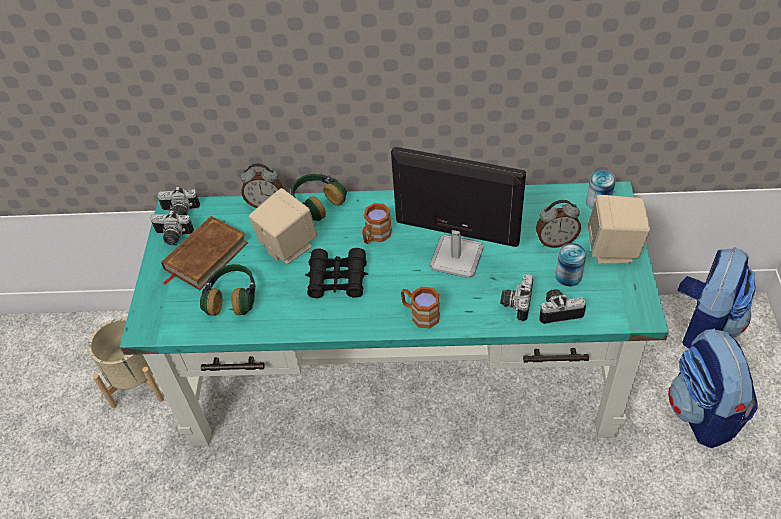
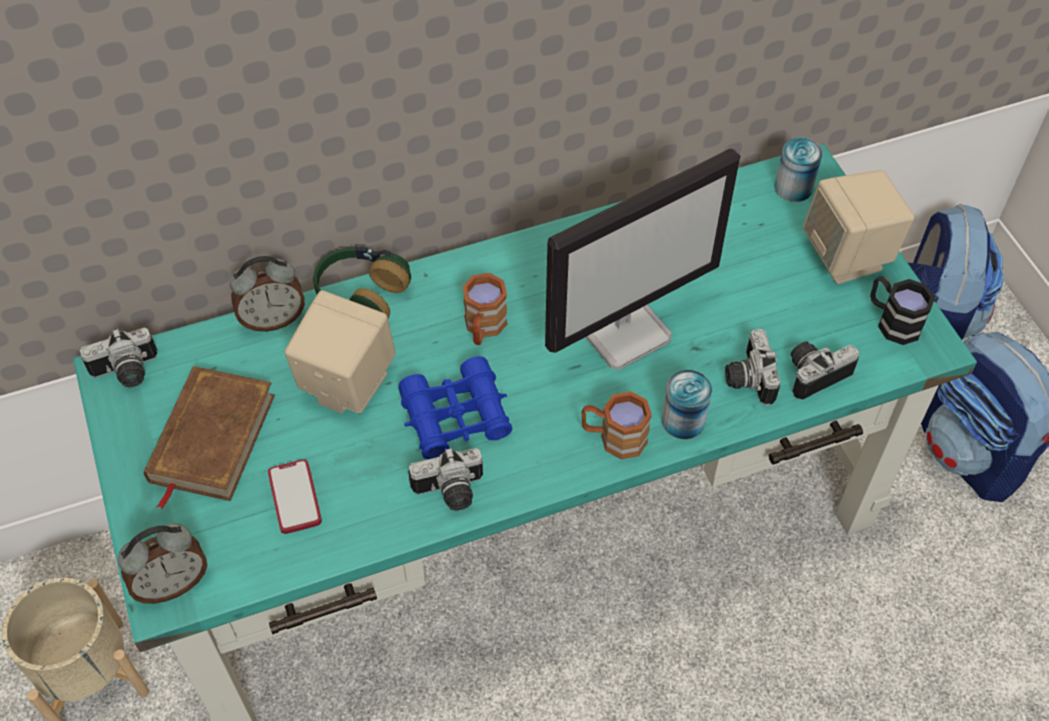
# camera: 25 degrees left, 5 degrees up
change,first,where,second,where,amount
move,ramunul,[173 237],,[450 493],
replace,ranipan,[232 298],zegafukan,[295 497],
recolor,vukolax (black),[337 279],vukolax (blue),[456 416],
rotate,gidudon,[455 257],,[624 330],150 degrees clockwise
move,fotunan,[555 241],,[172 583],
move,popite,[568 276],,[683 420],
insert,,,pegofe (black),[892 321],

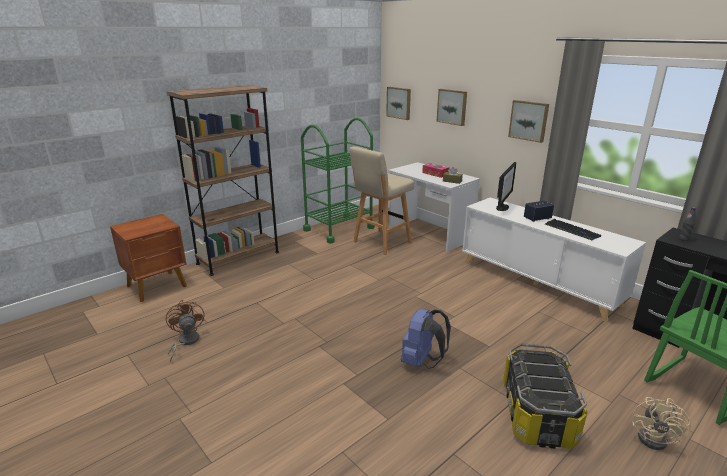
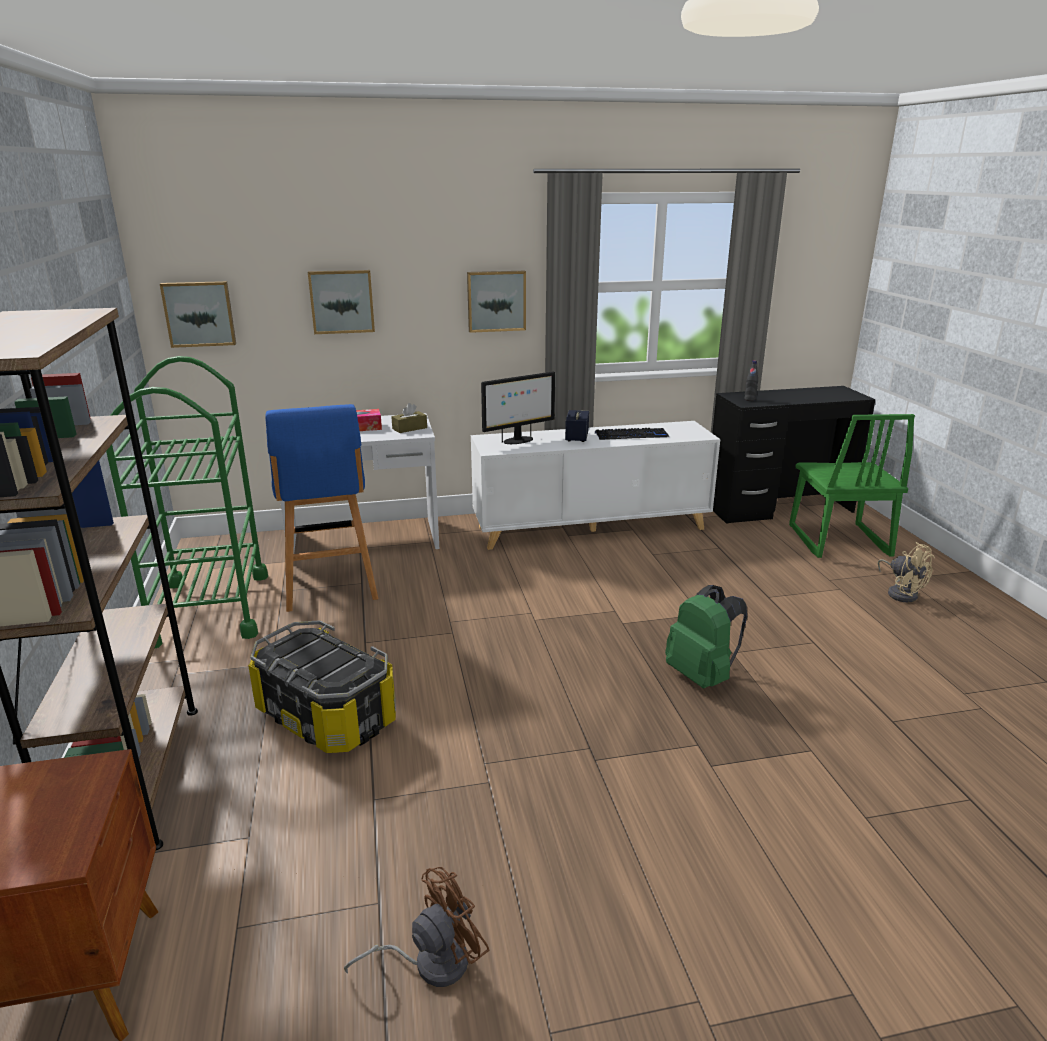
# camera: 60 degrees left, 0 degrees up
change,first,where,second,where,amount
rotate,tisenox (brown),[185 342],,[430 962],135 degrees clockwise
recolor,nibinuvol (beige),[380 243],nibinuvol (blue),[330 588],
recolor,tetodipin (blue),[422 362],tetodipin (green),[702 676],
rotate,gidudon,[502 208],,[518 441],90 degrees clockwise
move,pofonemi,[536 413],,[325 716],

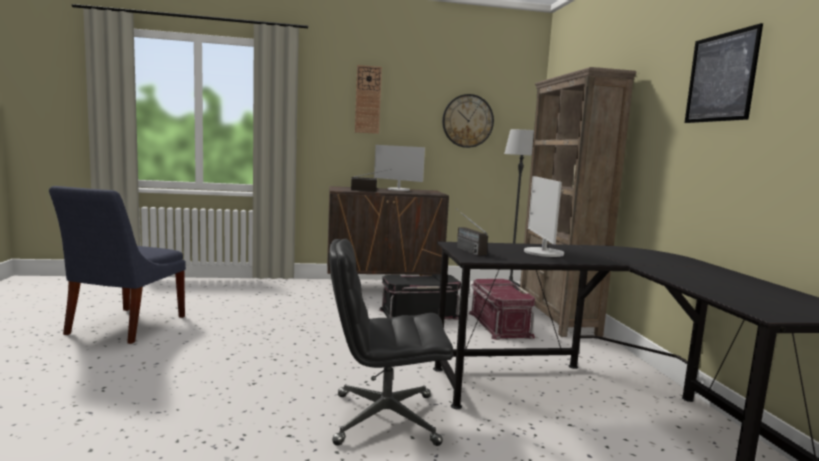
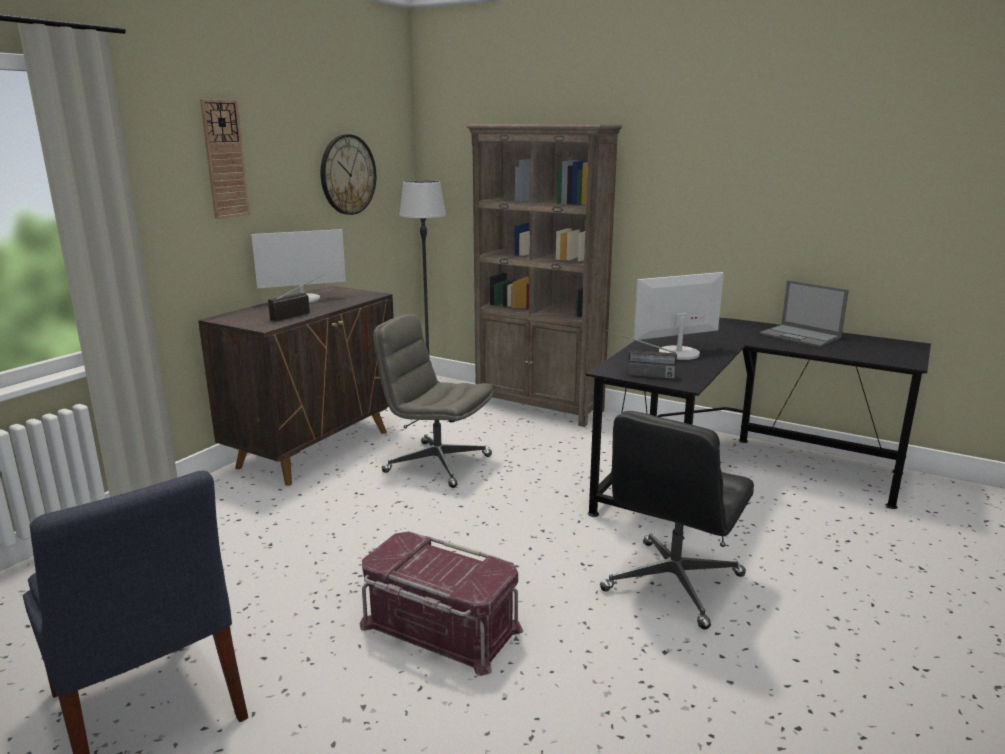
# camera: 50 degrees left, 10 degrees up
change,first,where,second,where,amount
replace,pofonemi (black),[419 313],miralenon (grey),[436 464],
move,pofonemi (red),[498 325],,[439 628],
rotate,gidudon,[543 252],,[678 353],120 degrees clockwise
delete,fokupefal,[721 77],,,
insert,,,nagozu,[801 336],

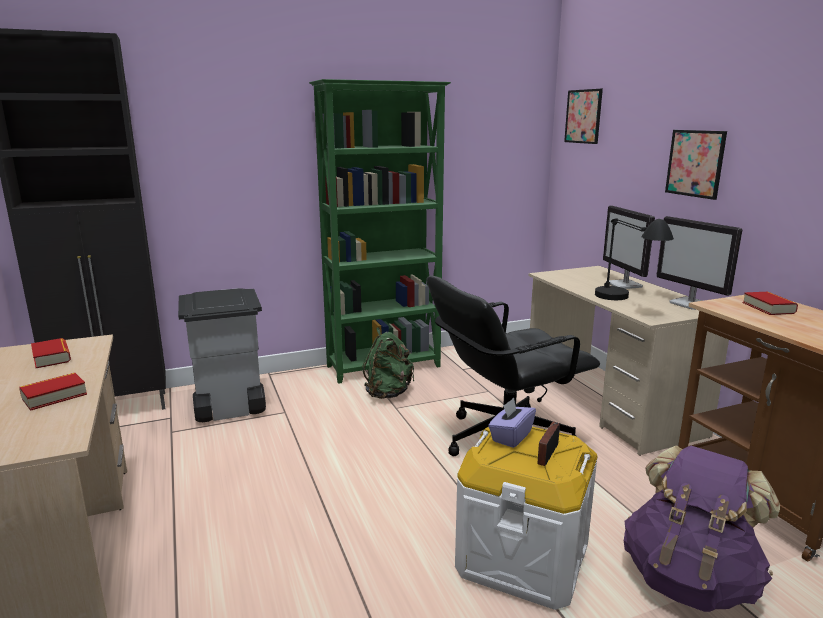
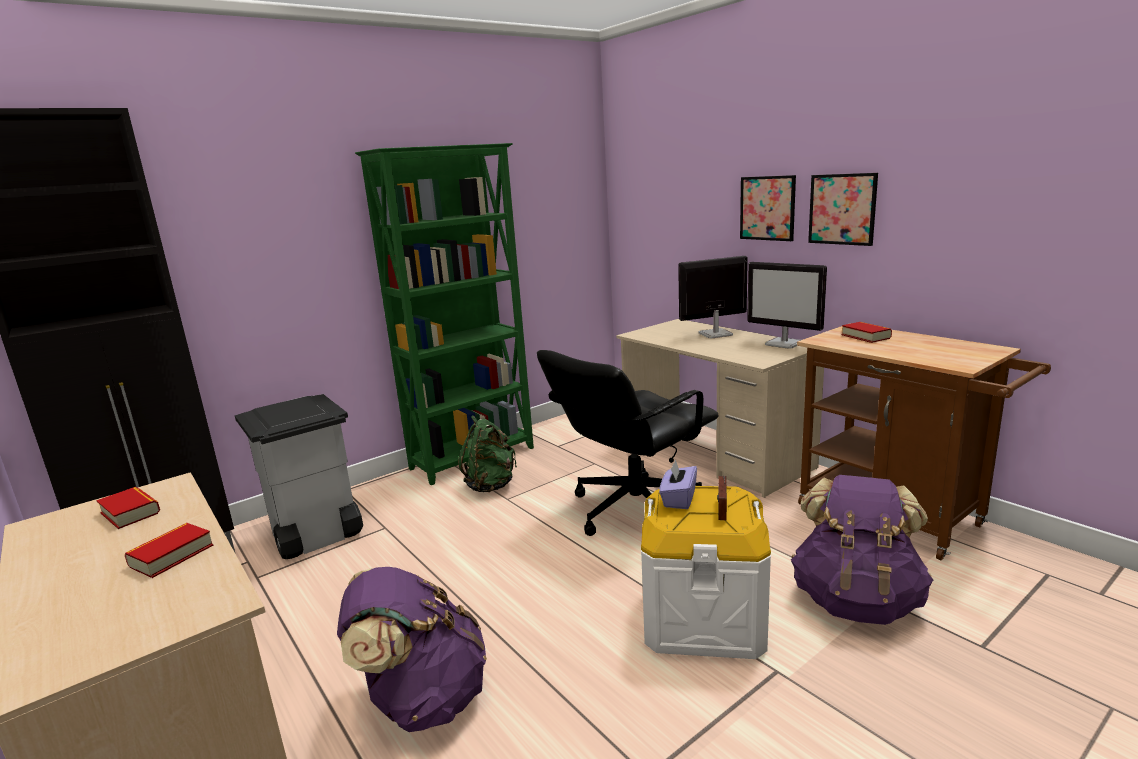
# camera: 15 degrees left, 0 degrees up
change,first,where,second,where,amount
move,fokupefal,[583 116],,[842 209],
delete,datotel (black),[625 304],,,
rotate,gidudon,[624 285],,[714 334],105 degrees clockwise
insert,,,tetodipin (purple),[422 699],

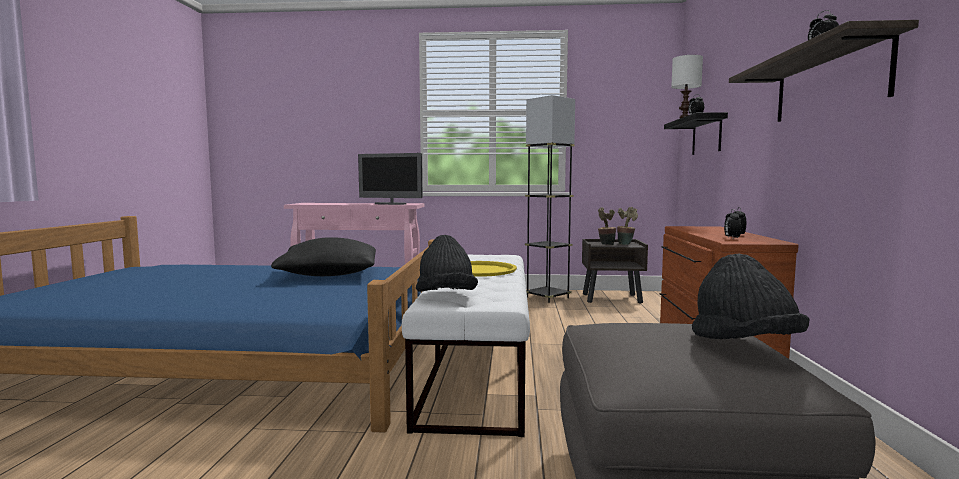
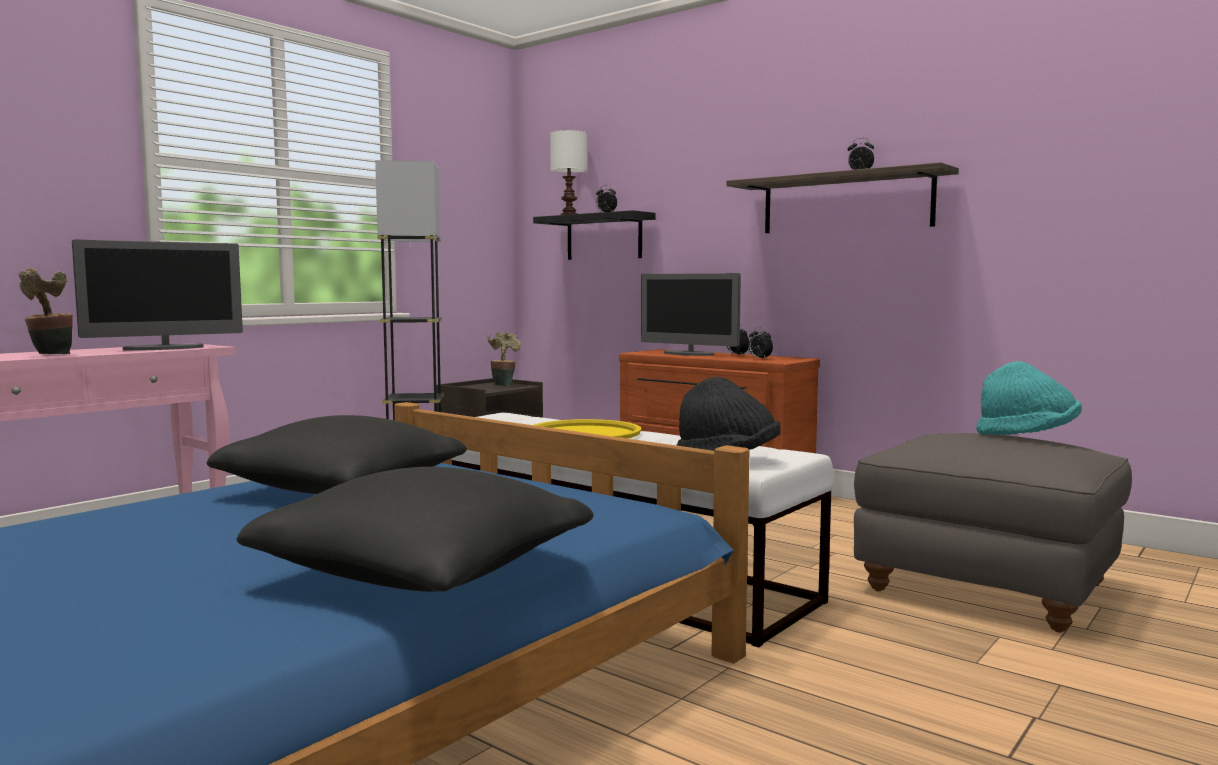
# camera: 55 degrees left, 0 degrees up
change,first,where,second,where,amount
move,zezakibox,[605 245],,[49 355],
recolor,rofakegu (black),[743 345],rofakegu (turquoise),[1027 435],
insert,,,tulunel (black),[424 573],
insert,,,gidudon,[688 354],

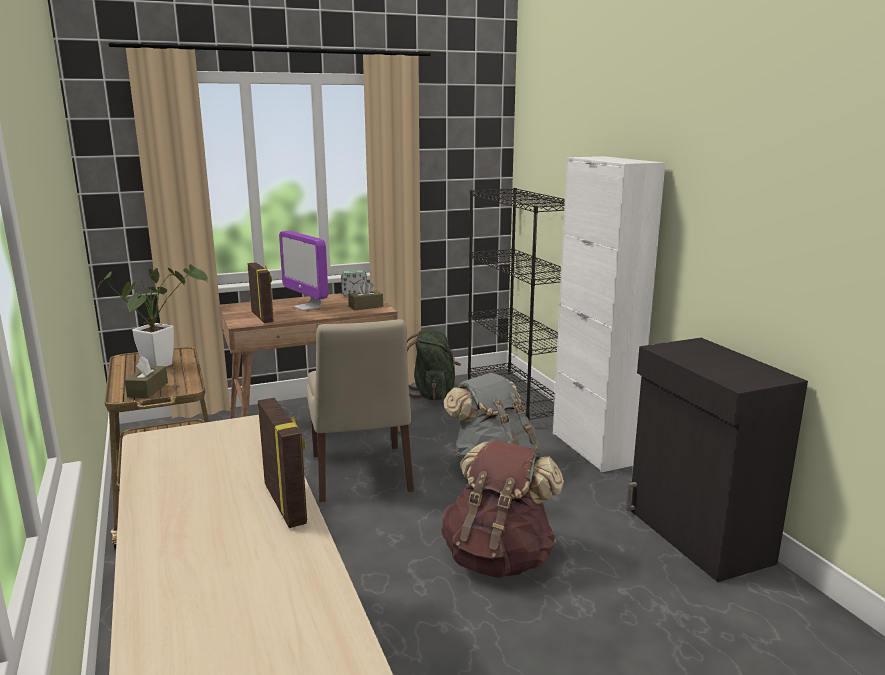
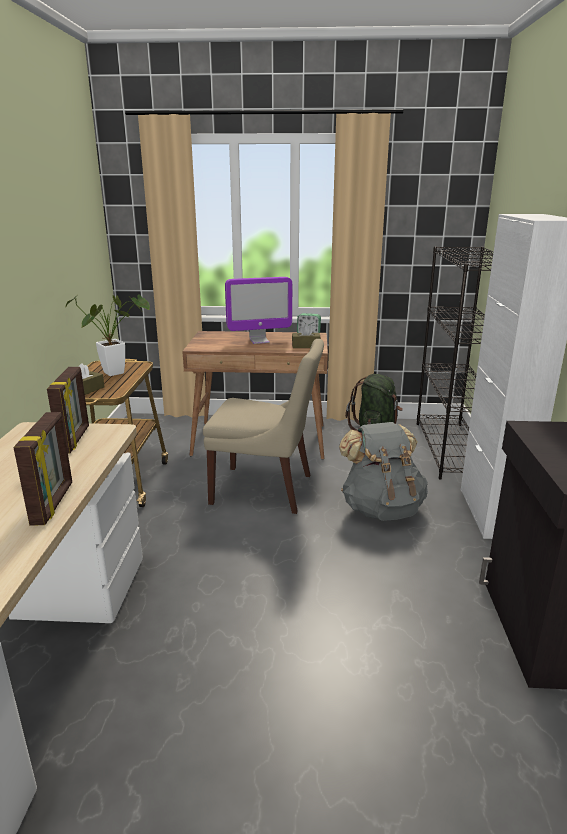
# camera: 25 degrees right, 5 degrees up
change,first,where,second,where,amount
move,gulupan,[263 317],,[75 440],
rotate,gidudon,[307 307],,[259 341],90 degrees counterclockwise
rotate,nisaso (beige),[361 475],,[266 490],90 degrees counterclockwise
delete,tetodipin (brown),[499 558],,,

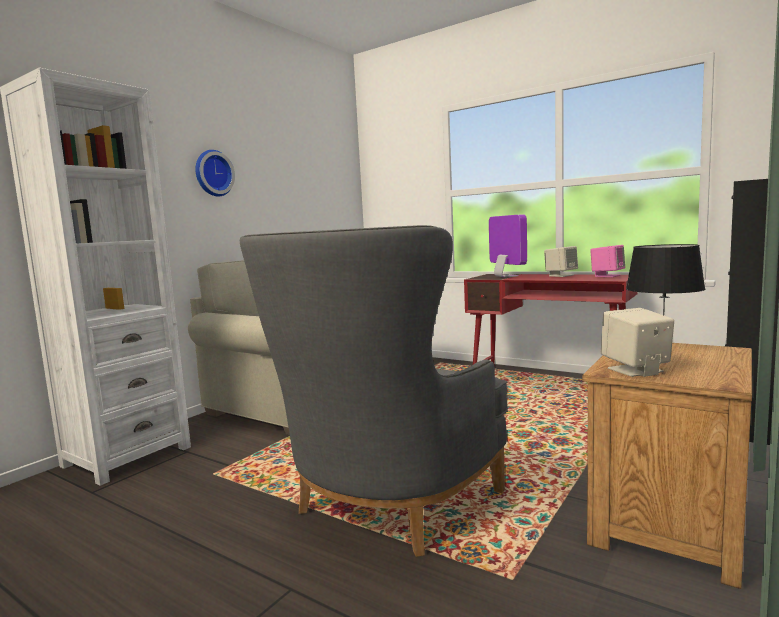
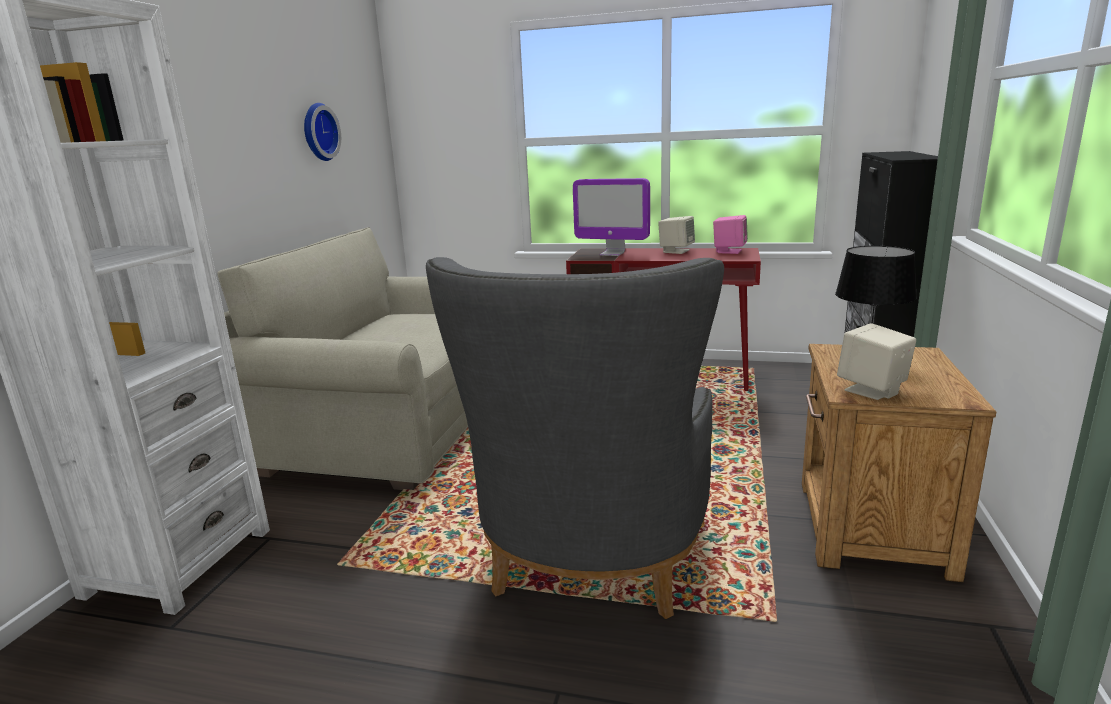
# camera: 20 degrees left, 10 degrees up
change,first,where,second,where,amount
move,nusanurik,[212 173],,[318 132],
rotate,gidudon,[506 276],,[612 253],150 degrees clockwise

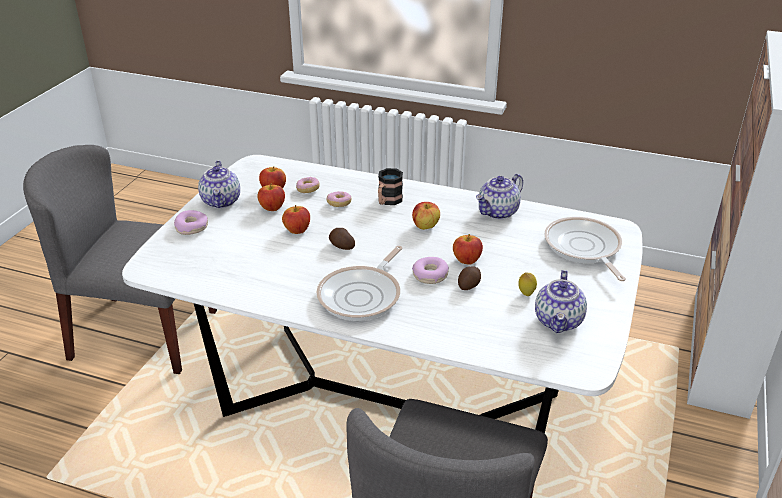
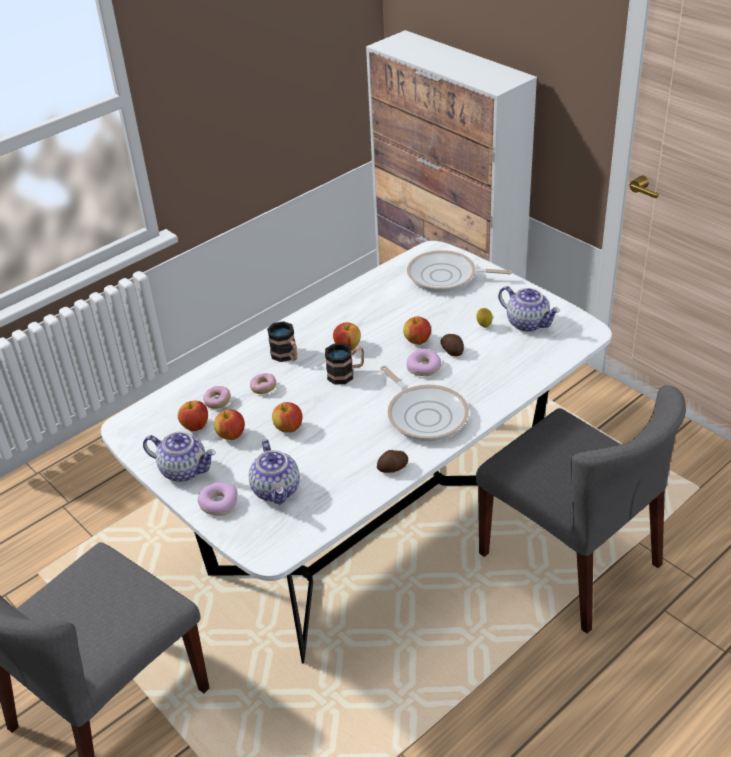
# camera: 60 degrees left, 5 degrees up
change,first,where,second,where,amount
move,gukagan,[341 246],,[393 468],
move,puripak,[498 212],,[277 490],
insert,,,pegofe,[346 374],

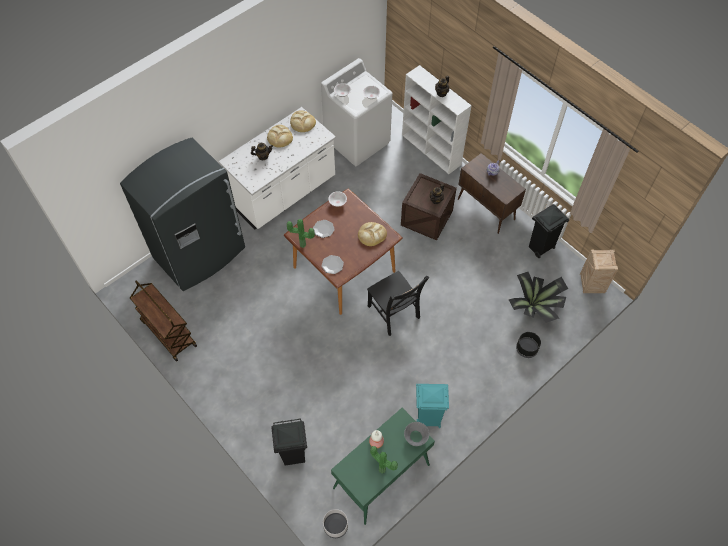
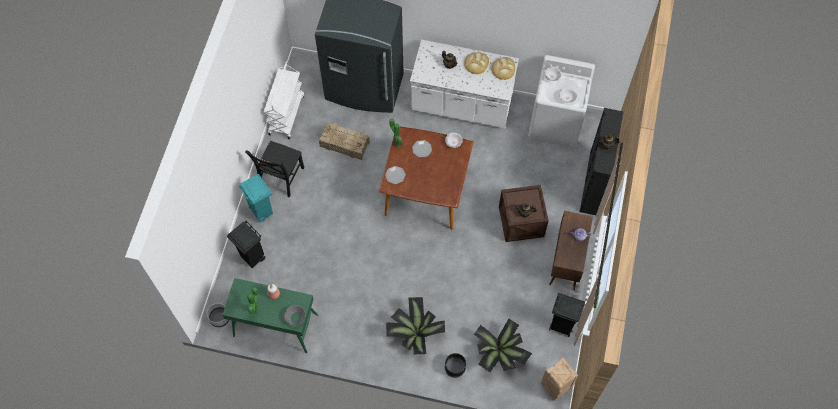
# camera: 55 degrees right, 5 degrees up
change,first,where,second,where,amount
recolor,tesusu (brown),[168 333],tesusu (white),[286 114],
delete,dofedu,[372 235],,,
move,nisaso (black),[394 313],,[280 178],
recolor,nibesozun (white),[431 150],nibesozun (black),[594 184],
move,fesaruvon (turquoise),[427 419],,[261 211],
insert,,,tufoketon,[344 144],
insert,,,zezakibox,[414 332],

